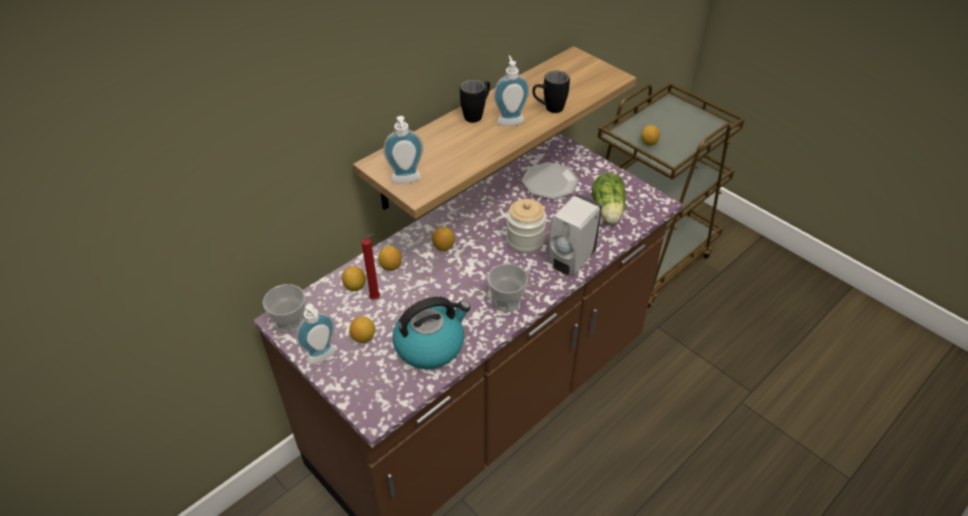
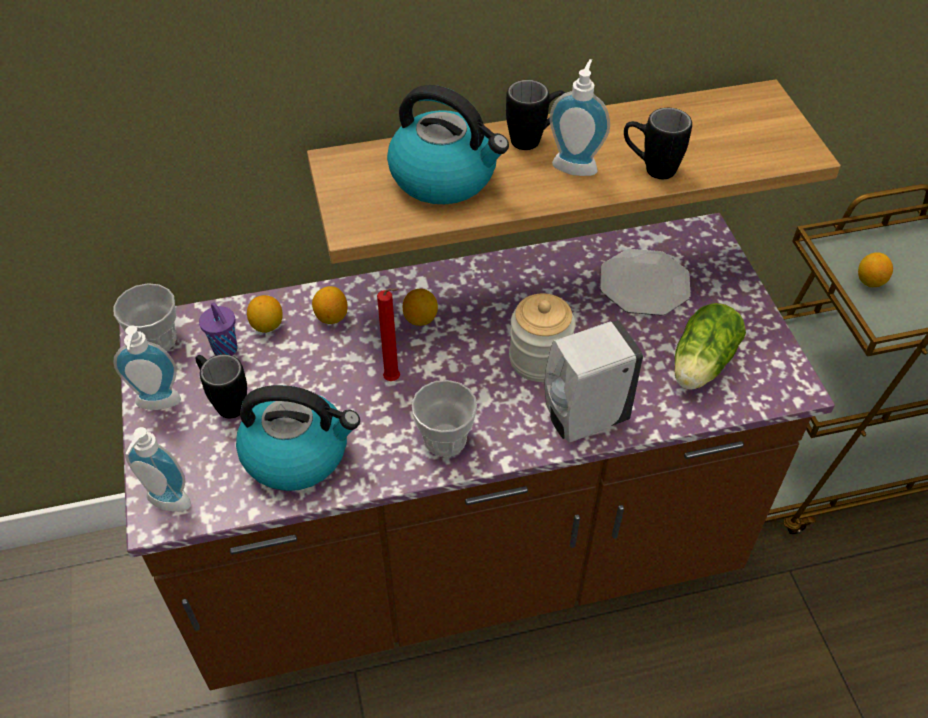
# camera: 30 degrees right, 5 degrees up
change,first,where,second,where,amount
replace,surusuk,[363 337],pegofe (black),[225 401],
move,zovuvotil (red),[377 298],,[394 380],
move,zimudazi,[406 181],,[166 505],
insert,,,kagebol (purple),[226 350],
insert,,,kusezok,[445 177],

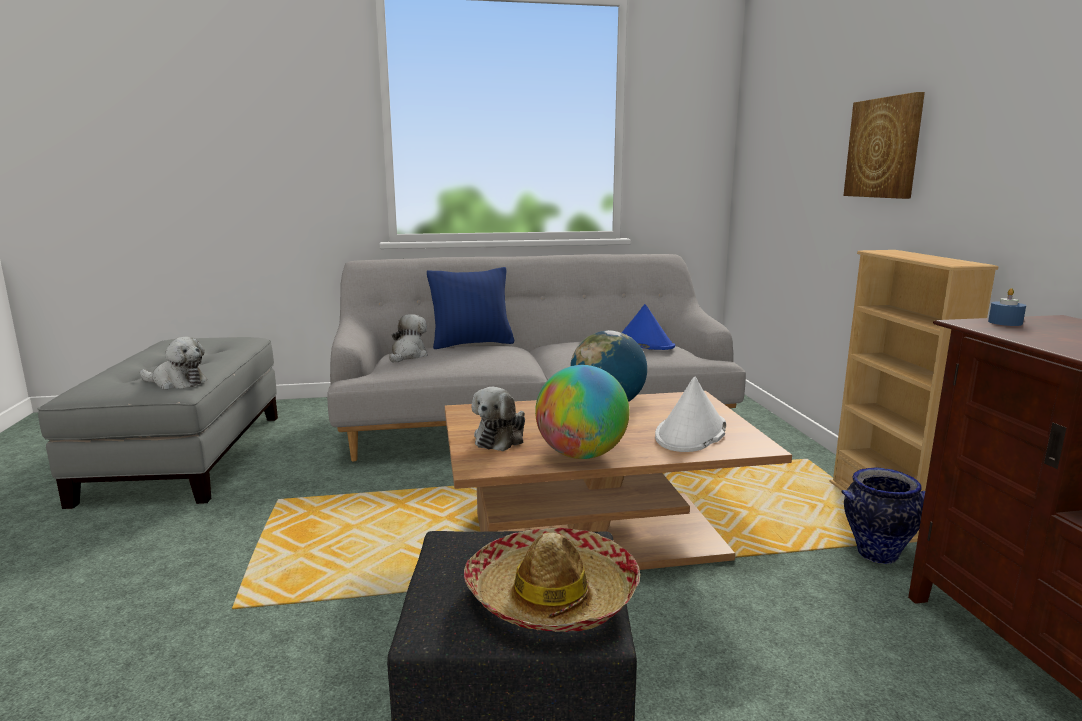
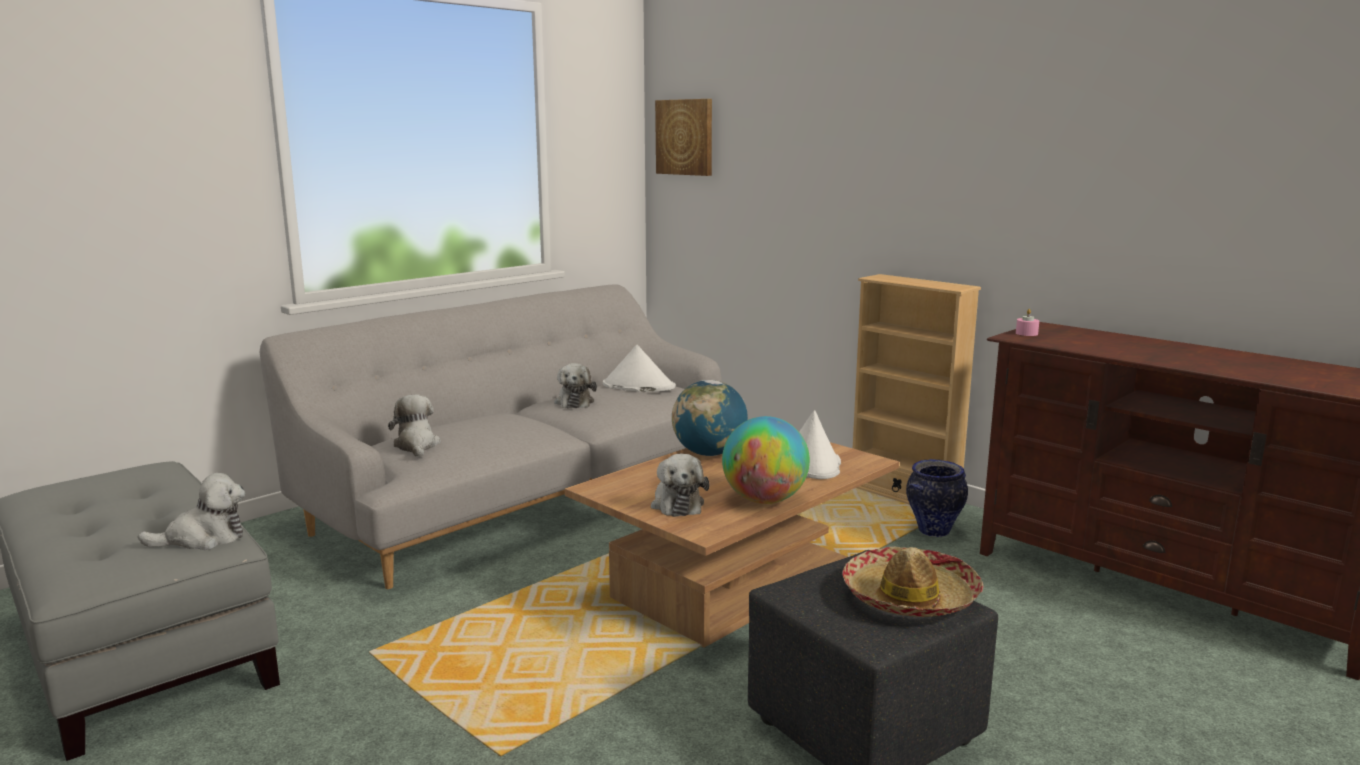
# camera: 35 degrees left, 0 degrees up
change,first,where,second,where,amount
delete,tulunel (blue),[472 344],,,
recolor,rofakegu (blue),[644 343],rofakegu (white),[638 386],
move,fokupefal,[884 148],,[685 137],
recolor,zovuvotil (blue),[1005 322],zovuvotil (pink),[1026 333],
insert,,,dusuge,[574 402],

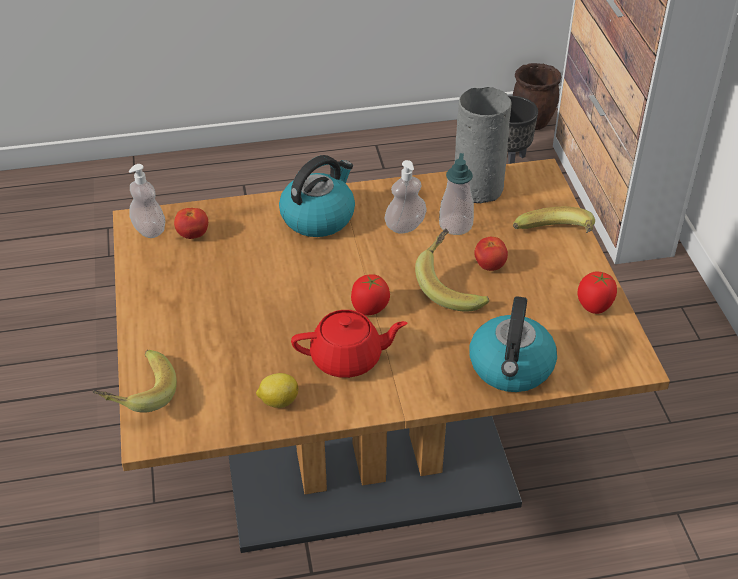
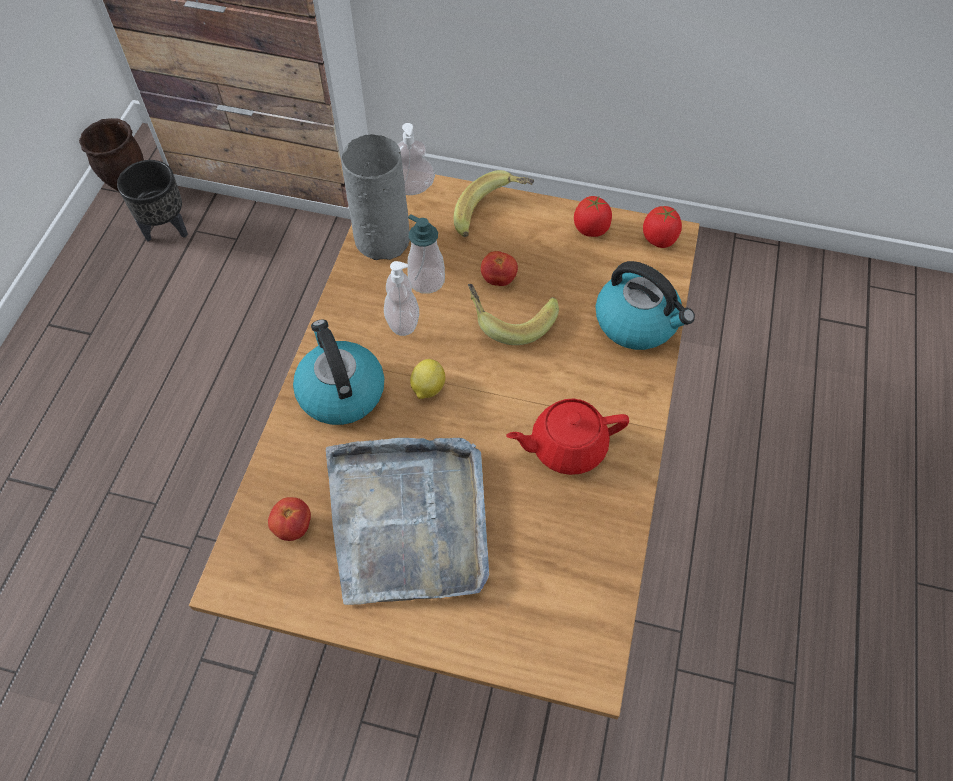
# camera: 65 degrees left, 15 degrees up
change,first,where,second,where,amount
delete,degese,[137 395],,,
move,zimudazi,[149 230],,[412 188],
move,surusuk,[278 401],,[427 388],
rotate,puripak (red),[348 359],,[566 446],120 degrees counterclockwise
move,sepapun,[369 308],,[659 239],
insert,,,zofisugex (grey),[408 520],

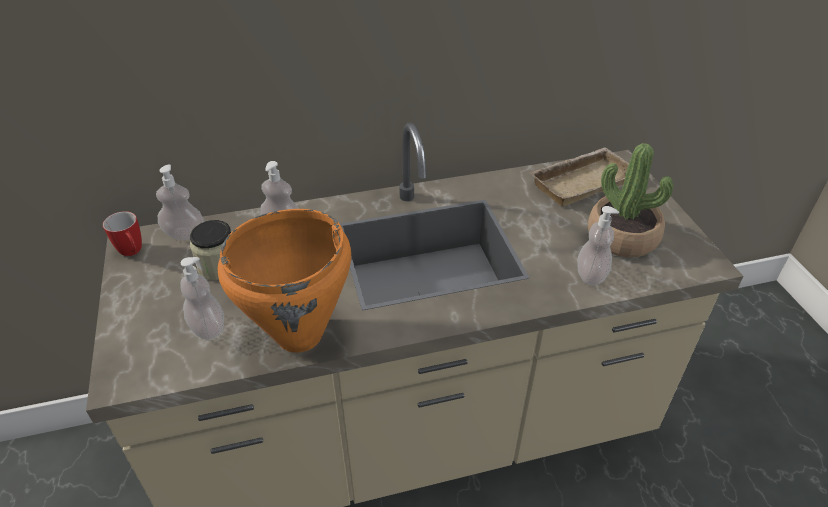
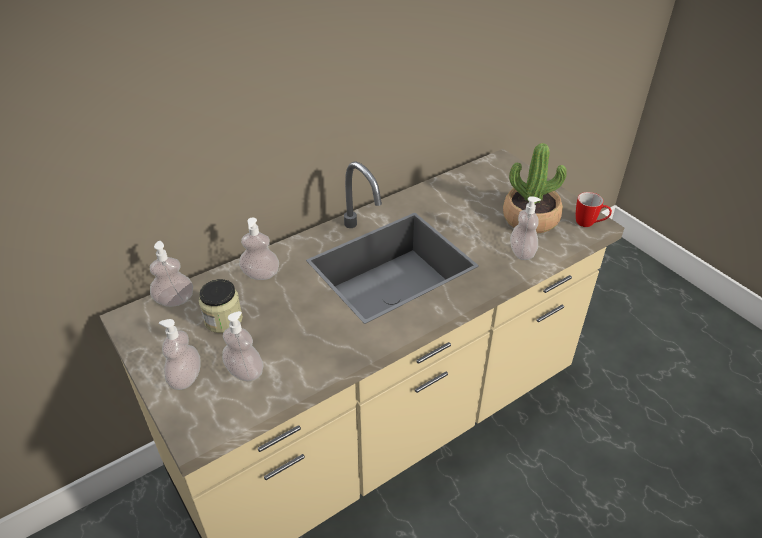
# camera: 20 degrees left, 0 degrees up
change,first,where,second,where,amount
move,pegofe,[133 253],,[589 224],
delete,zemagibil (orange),[300 335],,,
delete,zofisugex (beige),[581 181],,,
insert,,,zimudazi,[186 378],

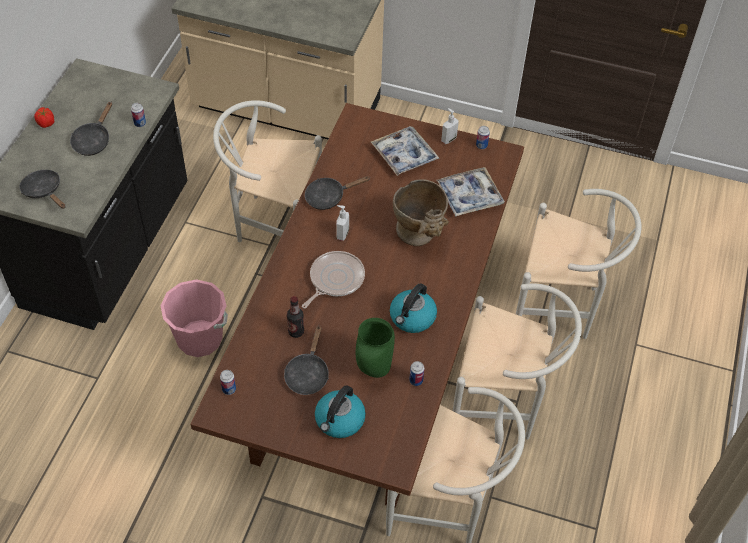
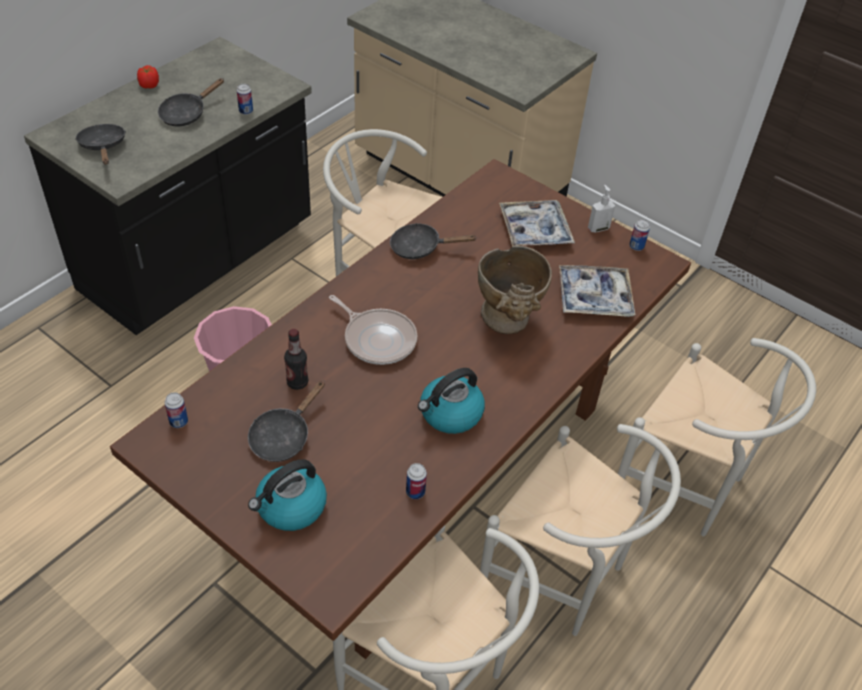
# camera: 20 degrees right, 5 degrees down
change,first,where,second,where,amount
rotate,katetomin,[334 279],,[377 339],75 degrees clockwise
delete,zimudazi,[342 234],,,
delete,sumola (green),[374 371],,,

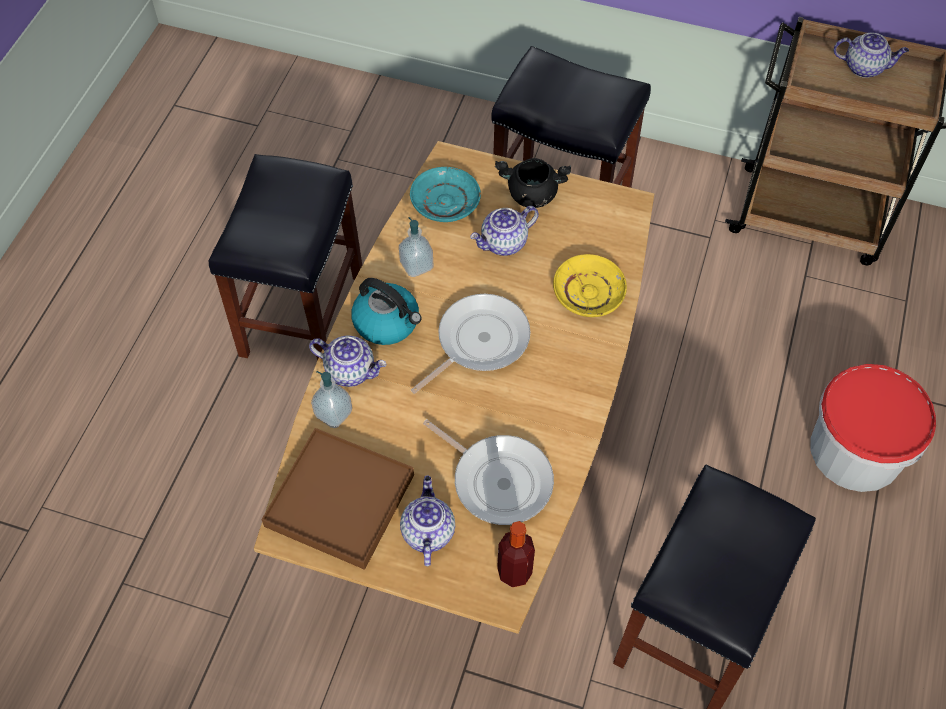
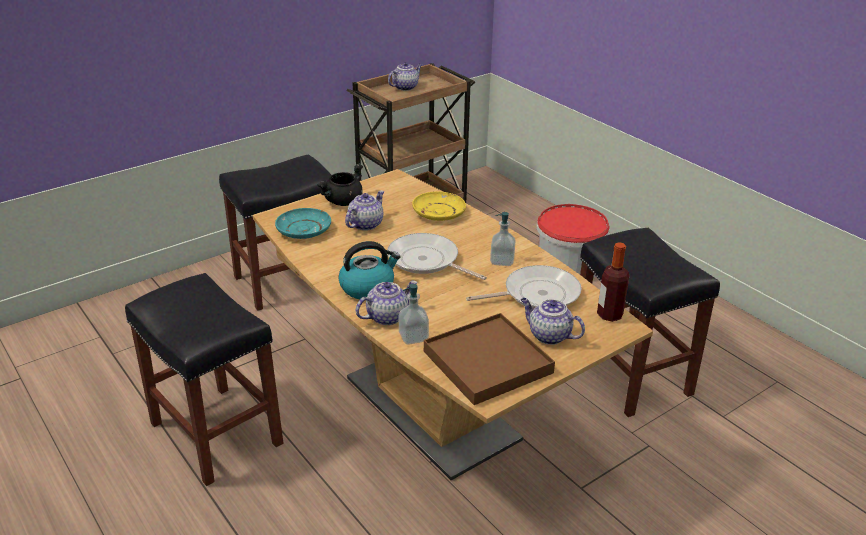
# camera: 55 degrees left, 25 degrees down
change,first,where,second,where,amount
move,zimudazi,[416 265],,[502 261],
rotate,katetomin,[478 341],,[426 261],45 degrees counterclockwise
rotate,puripak,[504 243],,[365 224],150 degrees counterclockwise

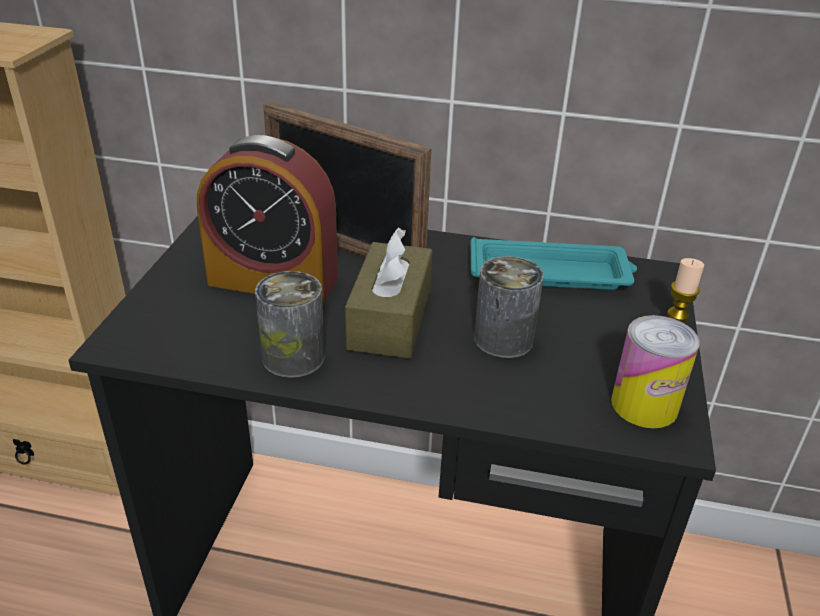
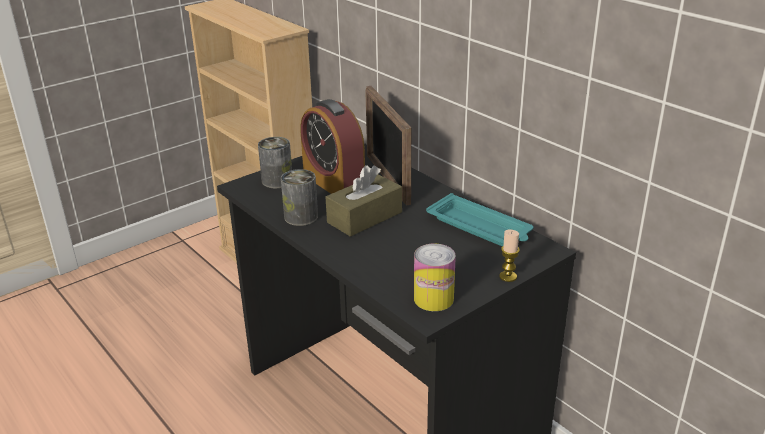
# camera: 40 degrees right, 5 degrees down
change,first,where,second,where,amount
move,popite,[503 339],,[277 181],

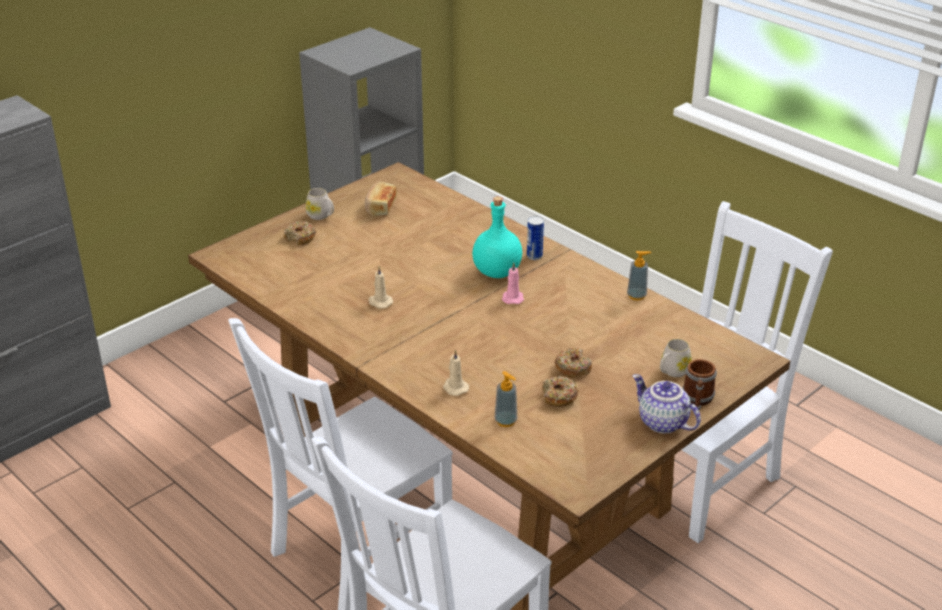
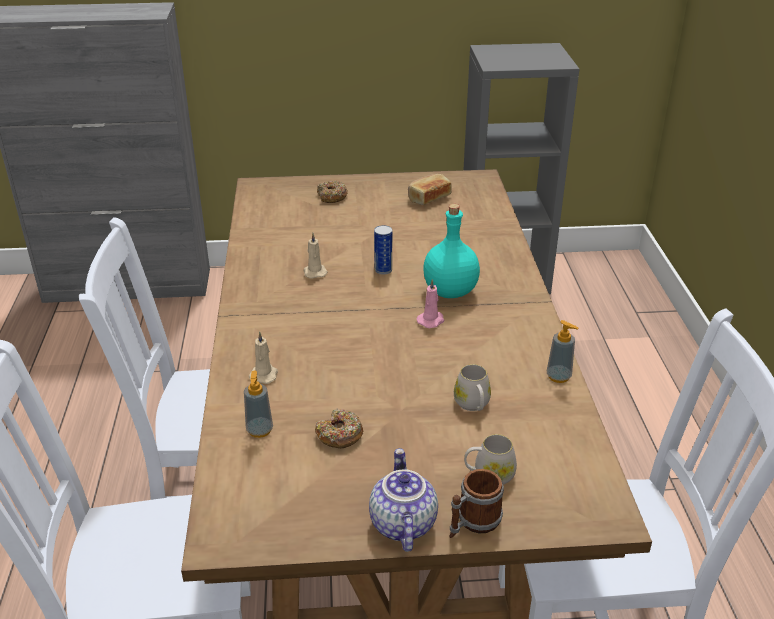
# camera: 40 degrees right, 0 degrees up
change,first,where,second,where,amount
move,pegofe (white),[321 216],,[473 405],
move,popite,[534 256],,[383 270],
delete,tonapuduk,[572 368],,,

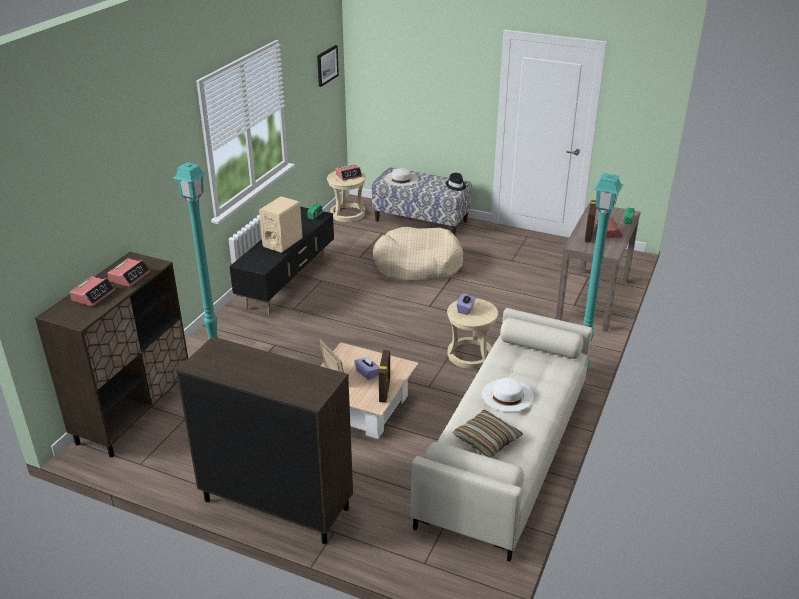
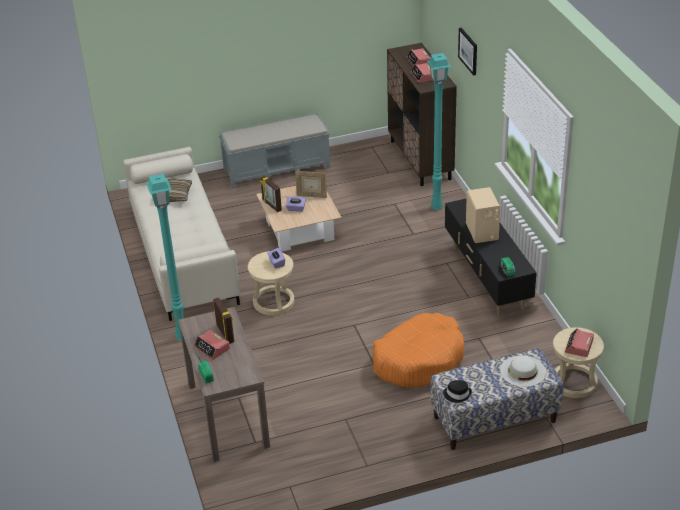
# camera: 140 degrees right, 5 degrees up
change,first,where,second,where,amount
replace,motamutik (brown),[275 504],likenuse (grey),[277 169],
move,fokupefal,[327 65],,[468 51],
recolor,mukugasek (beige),[417 265],mukugasek (orange),[419 360],
delete,rofakegu (white),[507 395],,,

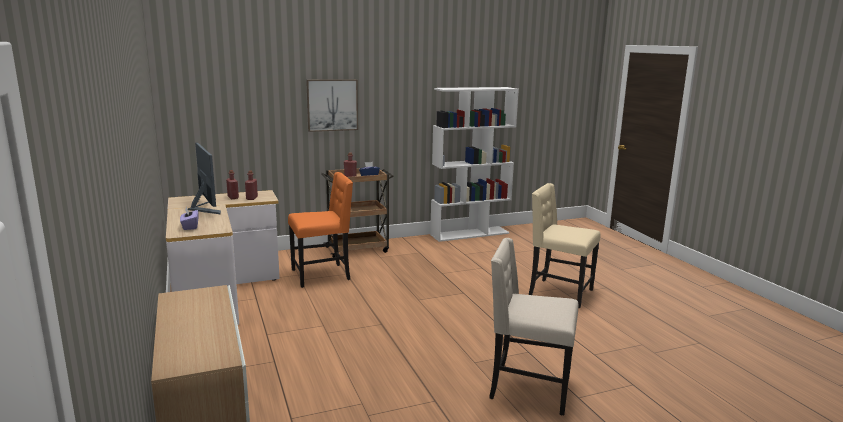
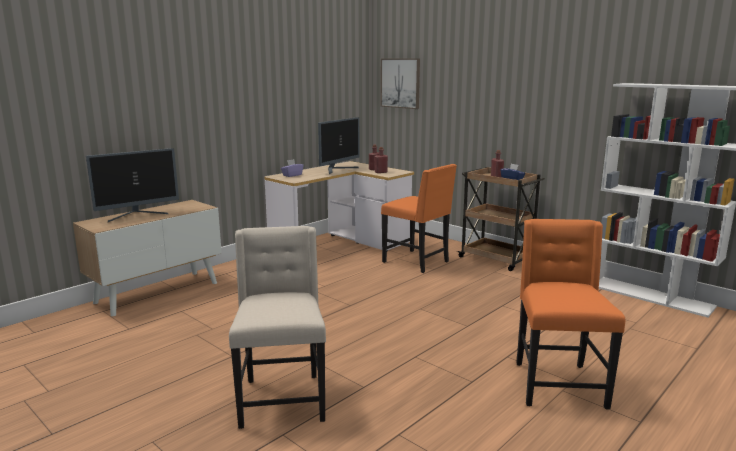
# camera: 65 degrees right, 0 degrees up
change,first,where,second,where,amount
move,fokupefal,[332 105],,[400 83],
recolor,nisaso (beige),[559 293],nisaso (orange),[557 384],
insert,,,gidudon,[138 215],

